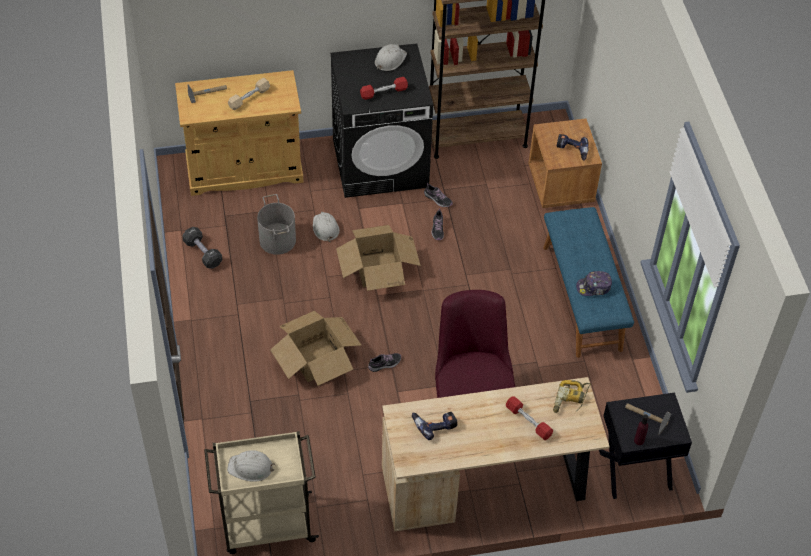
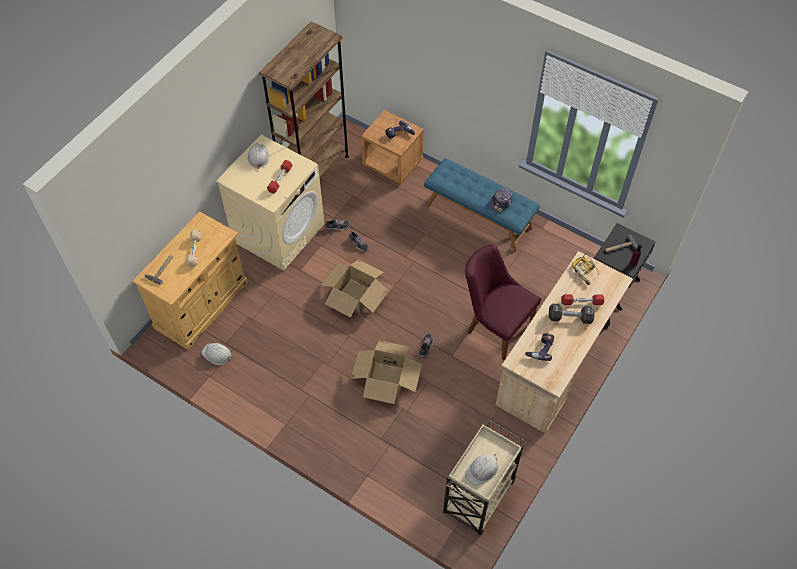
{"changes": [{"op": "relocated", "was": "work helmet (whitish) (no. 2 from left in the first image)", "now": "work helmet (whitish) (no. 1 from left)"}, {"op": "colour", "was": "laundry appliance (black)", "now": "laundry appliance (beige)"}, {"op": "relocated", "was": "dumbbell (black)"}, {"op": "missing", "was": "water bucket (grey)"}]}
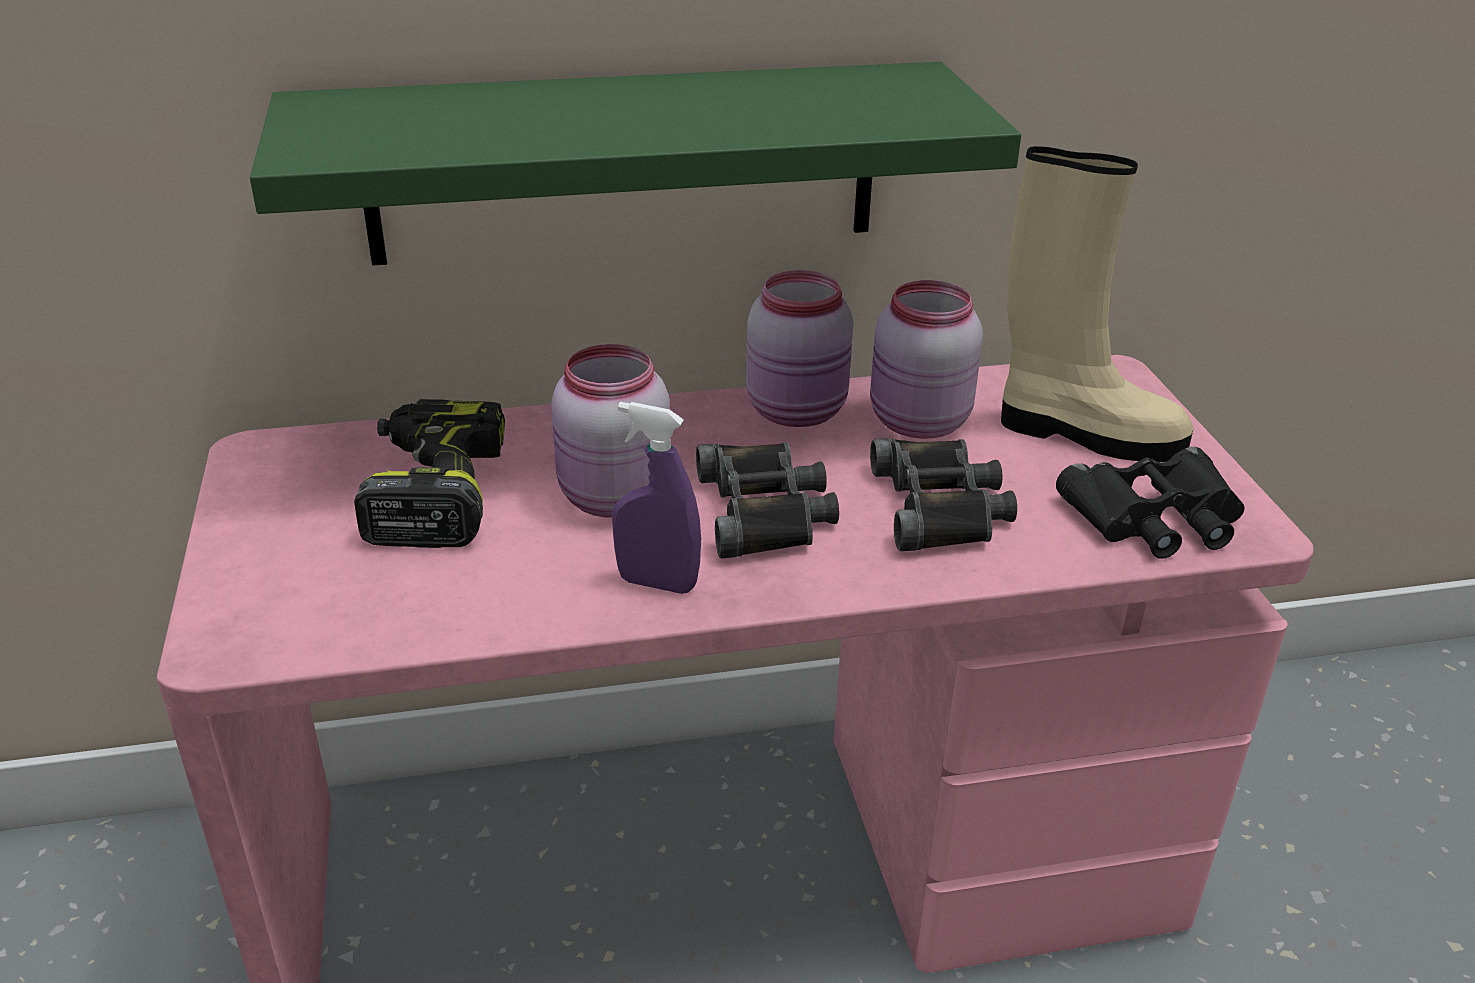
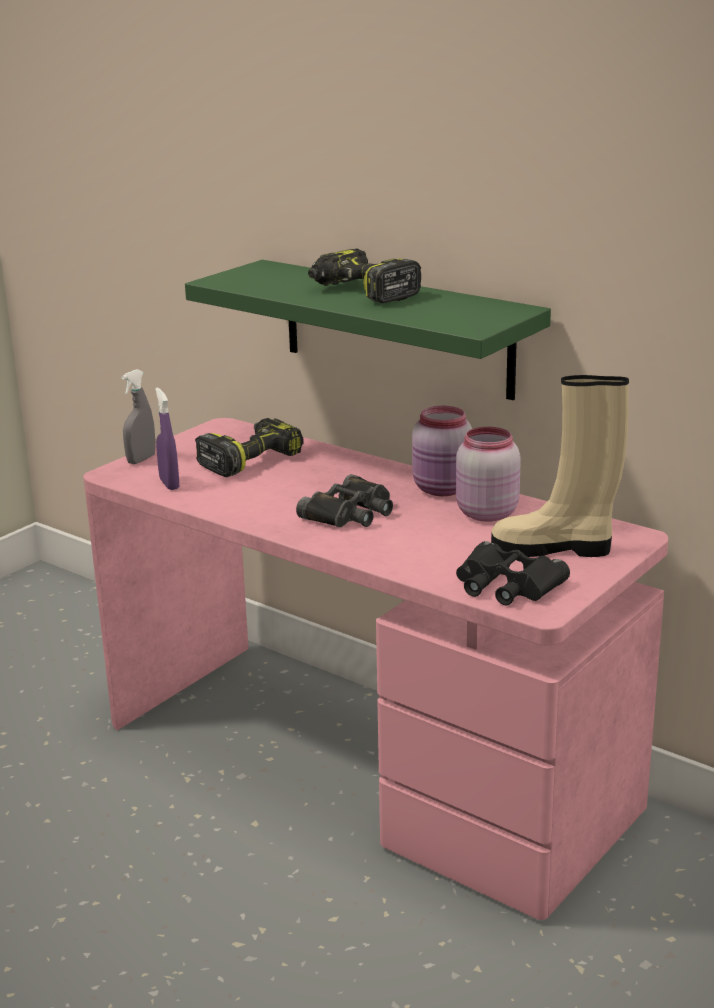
{"changes": [{"op": "appeared", "now": "hand sprayer (grey)"}, {"op": "relocated", "was": "hand sprayer (purple-coloured)"}, {"op": "appeared", "now": "power drill (no. 2 from left)"}, {"op": "spun", "was": "tall boot (beige)", "clockwise": 120}, {"op": "missing", "was": "storage jar (pink) (no. 1 from left)"}, {"op": "missing", "was": "field glasses (black) (no. 2 from left)"}]}
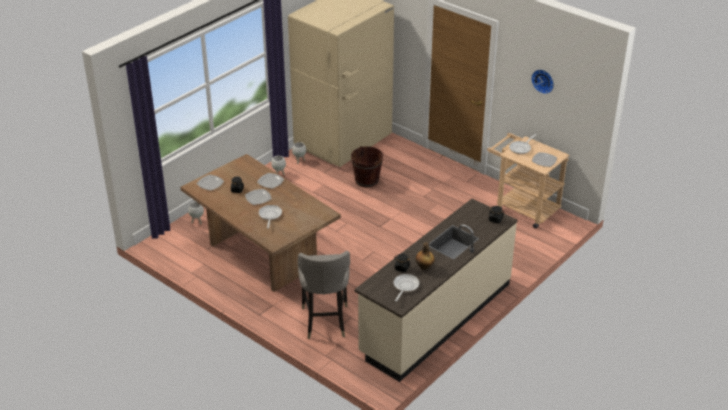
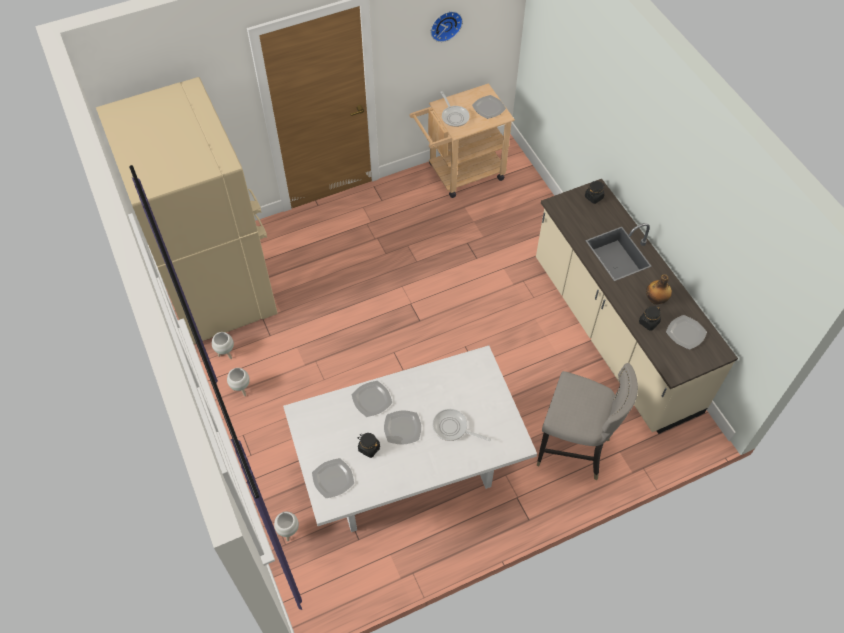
{"changes": [{"op": "colour", "was": "dinner table (brownish)", "now": "dinner table (whitish)"}, {"op": "exchanged", "was": "frying pan (no. 2 from left)", "now": "flat dish (no. 5 from left)"}, {"op": "missing", "was": "water bucket (brownish)"}]}
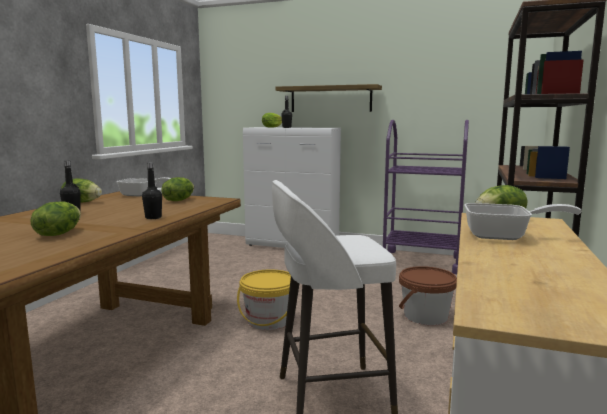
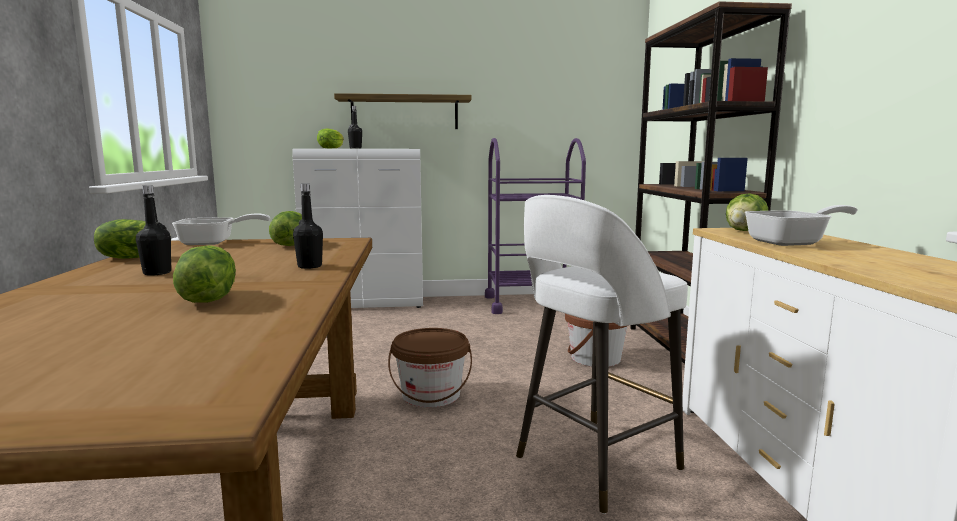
{"changes": [{"op": "colour", "was": "water bucket (yellow)", "now": "water bucket (brownish) (no. 1 from left)"}]}
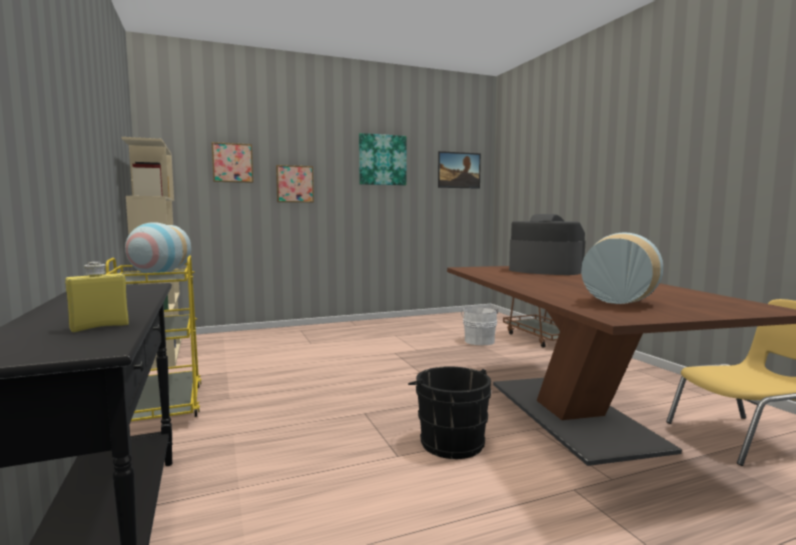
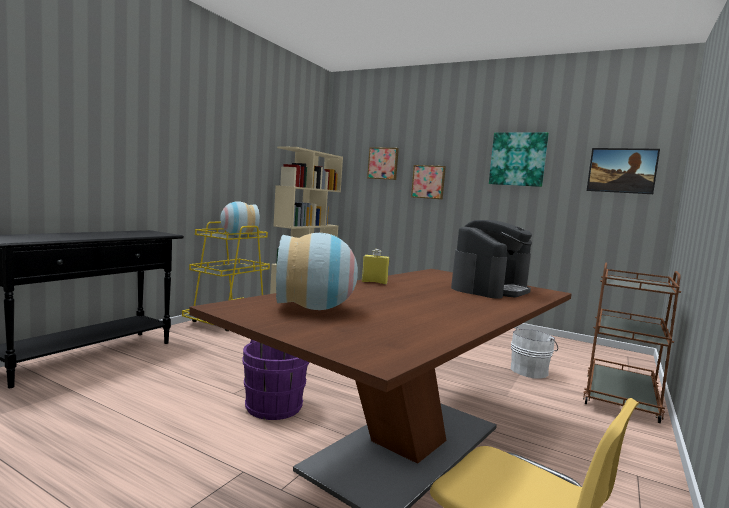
{"changes": [{"op": "colour", "was": "water bucket (black)", "now": "water bucket (purple-coloured)"}, {"op": "relocated", "was": "beverage bottle (yellow)"}, {"op": "spun", "was": "coffee brewer", "clockwise": 45}]}
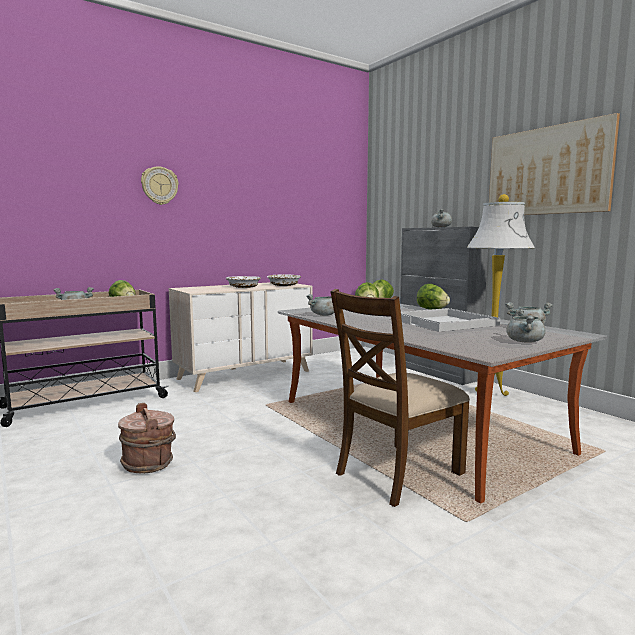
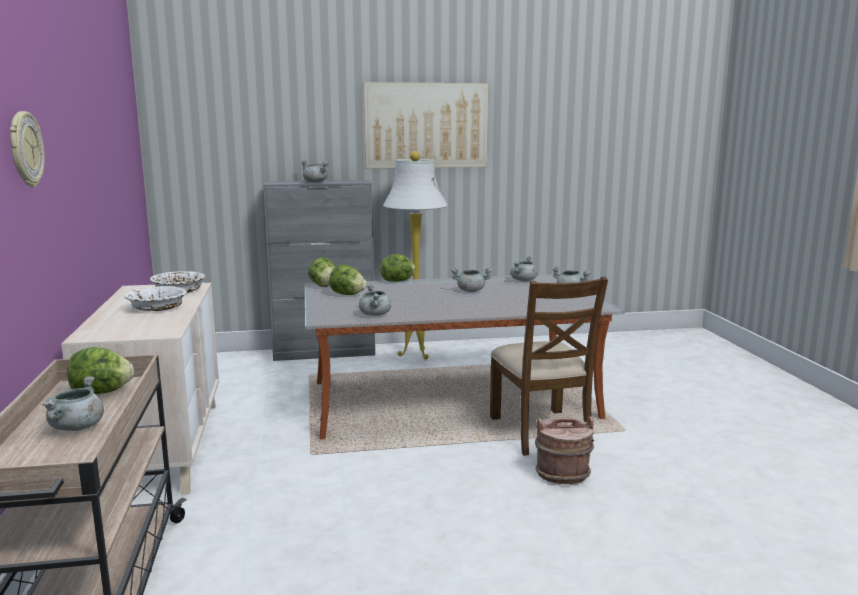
{"changes": [{"op": "exchanged", "was": "carrying tray (whitish)", "now": "stockpot (grey) (no. 4 from left)"}, {"op": "relocated", "was": "water bucket (brownish)"}]}
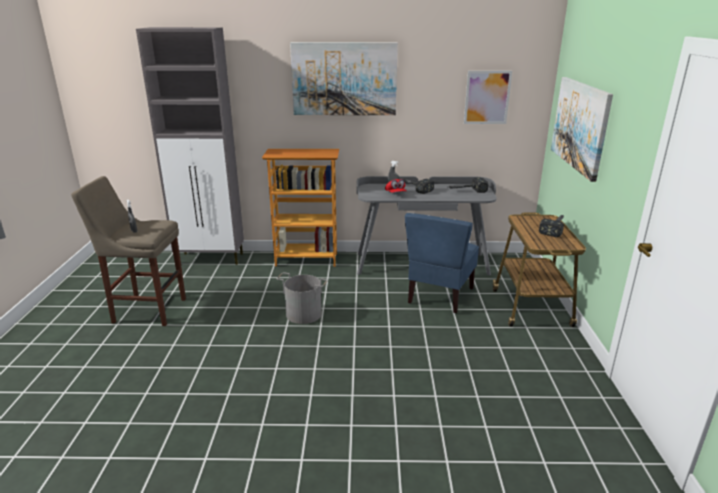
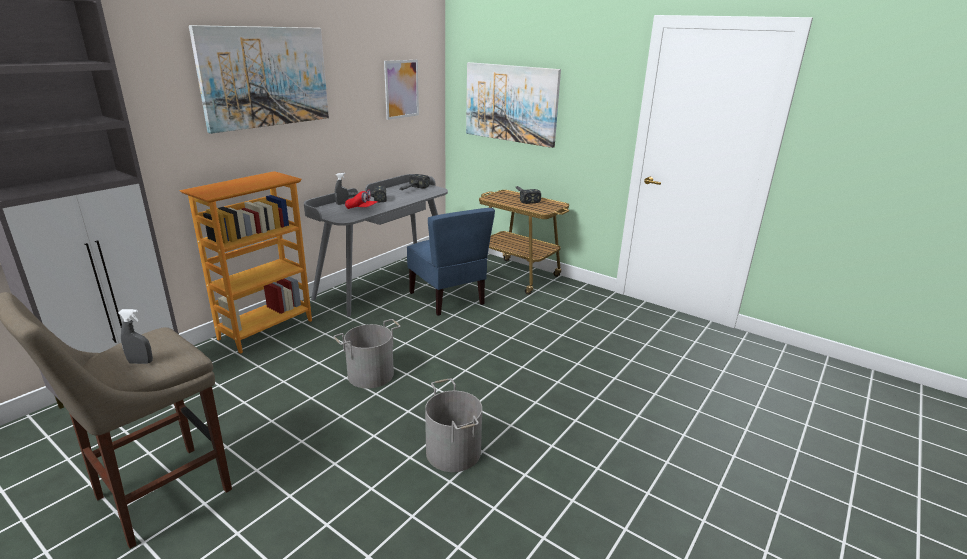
{"changes": [{"op": "appeared", "now": "water bucket (grey) (no. 2 from left)"}]}
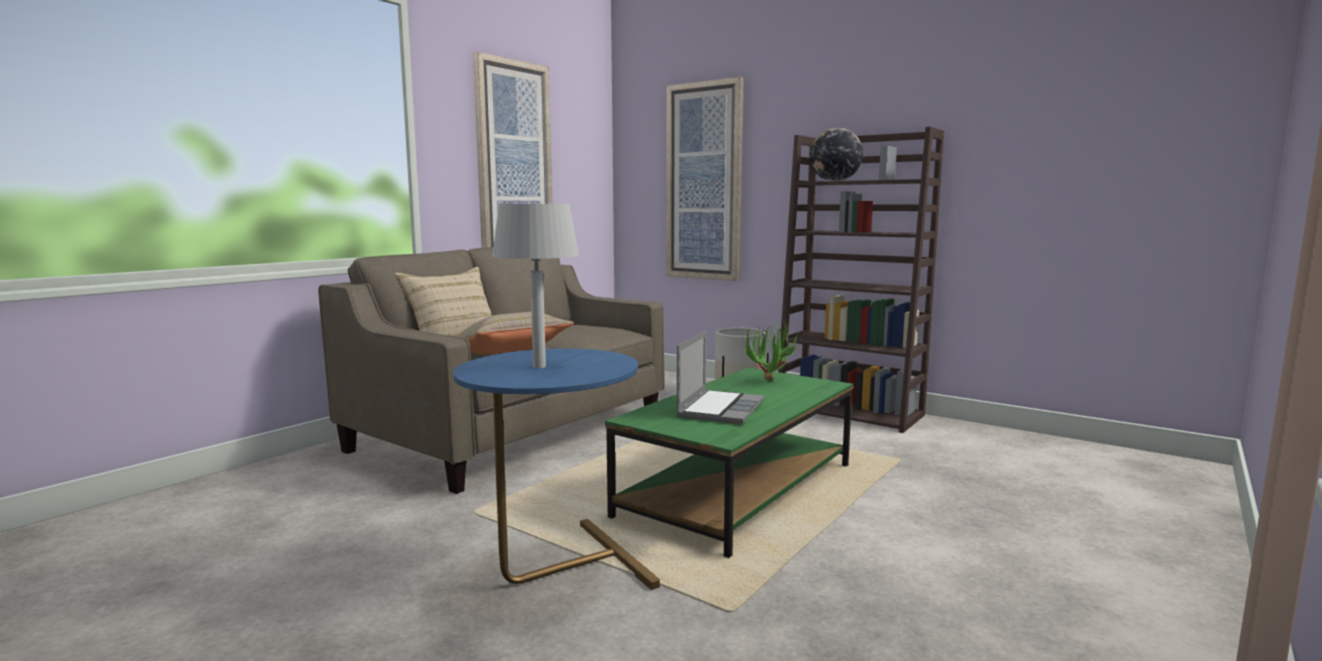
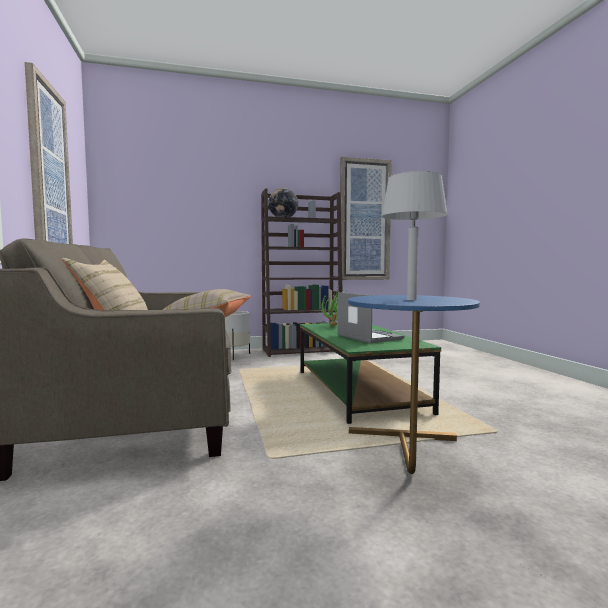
{"changes": [{"op": "relocated", "was": "wall art (no. 2 from left)"}]}
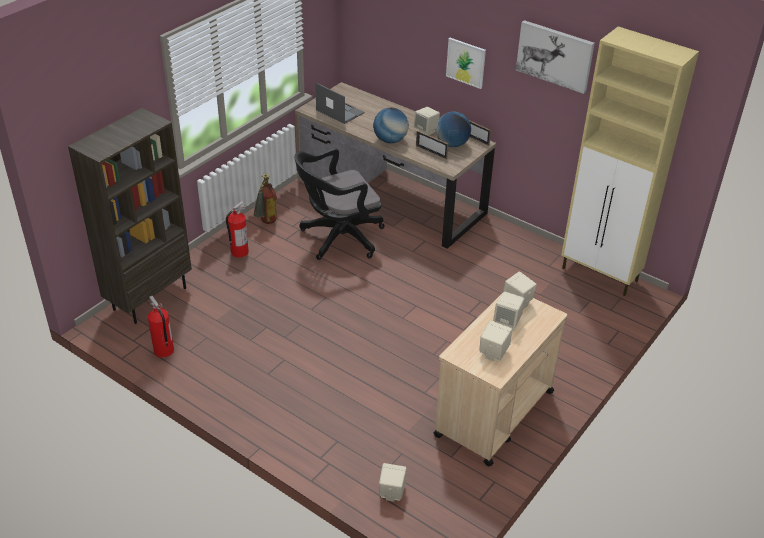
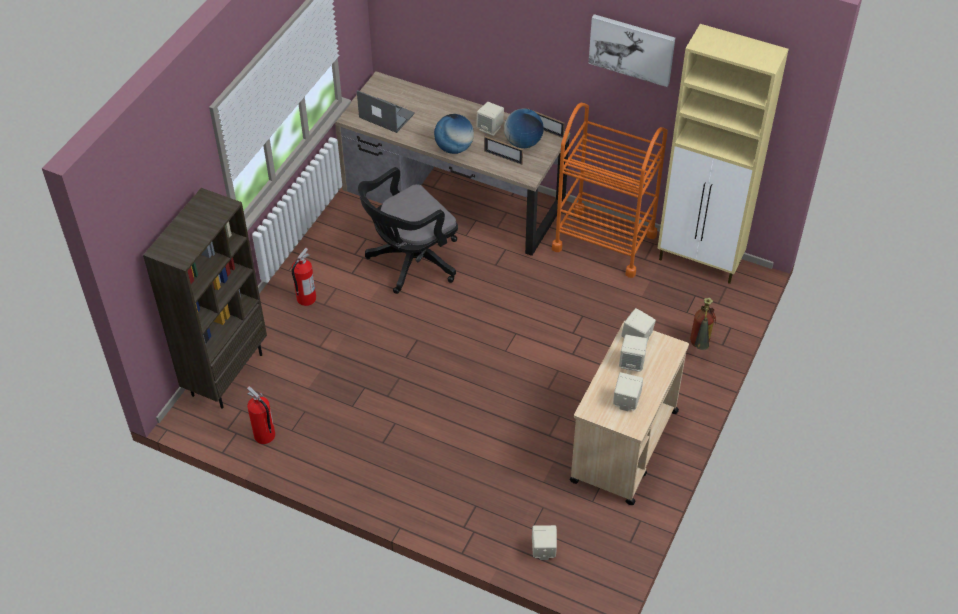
{"changes": [{"op": "appeared", "now": "wheeled cart (orange-coloured)"}, {"op": "relocated", "was": "fire-fighting cylinder (no. 3 from left)"}, {"op": "missing", "was": "wall art (no. 1 from left)"}]}
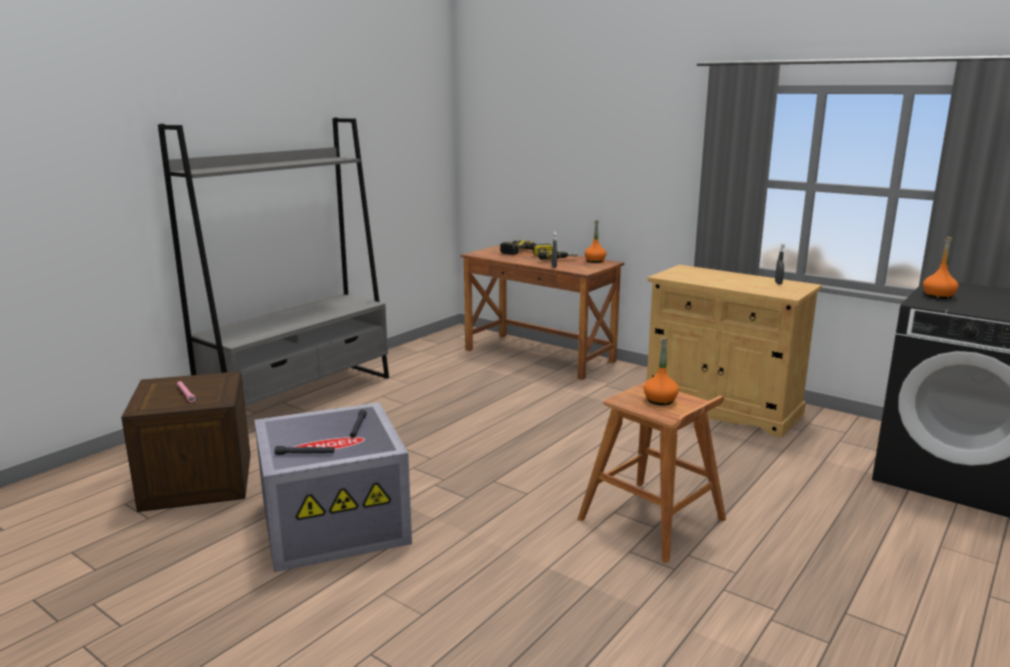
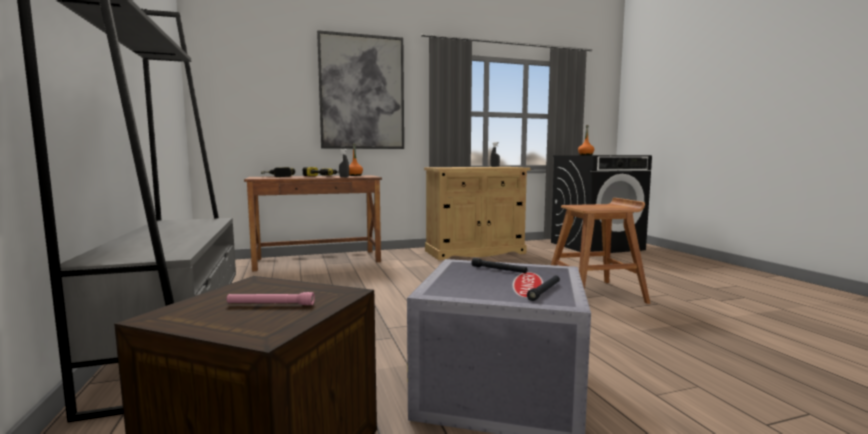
{"changes": [{"op": "appeared", "now": "wall art"}, {"op": "missing", "was": "beverage bottle (orange-coloured) (no. 2 from left)"}]}
